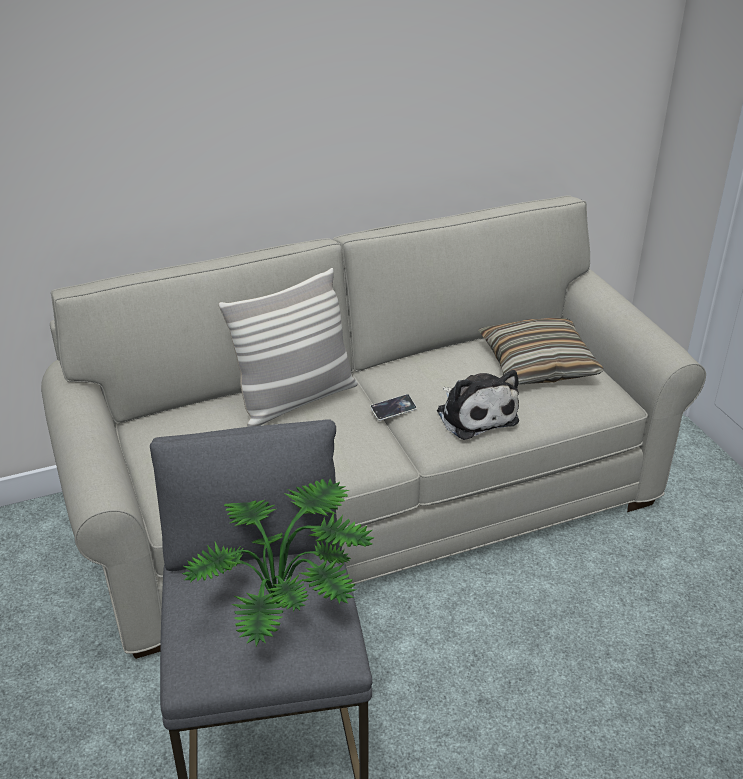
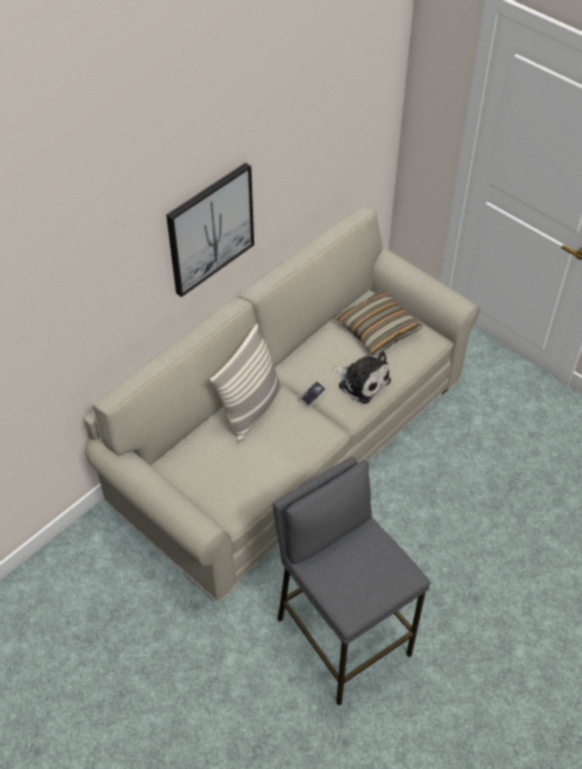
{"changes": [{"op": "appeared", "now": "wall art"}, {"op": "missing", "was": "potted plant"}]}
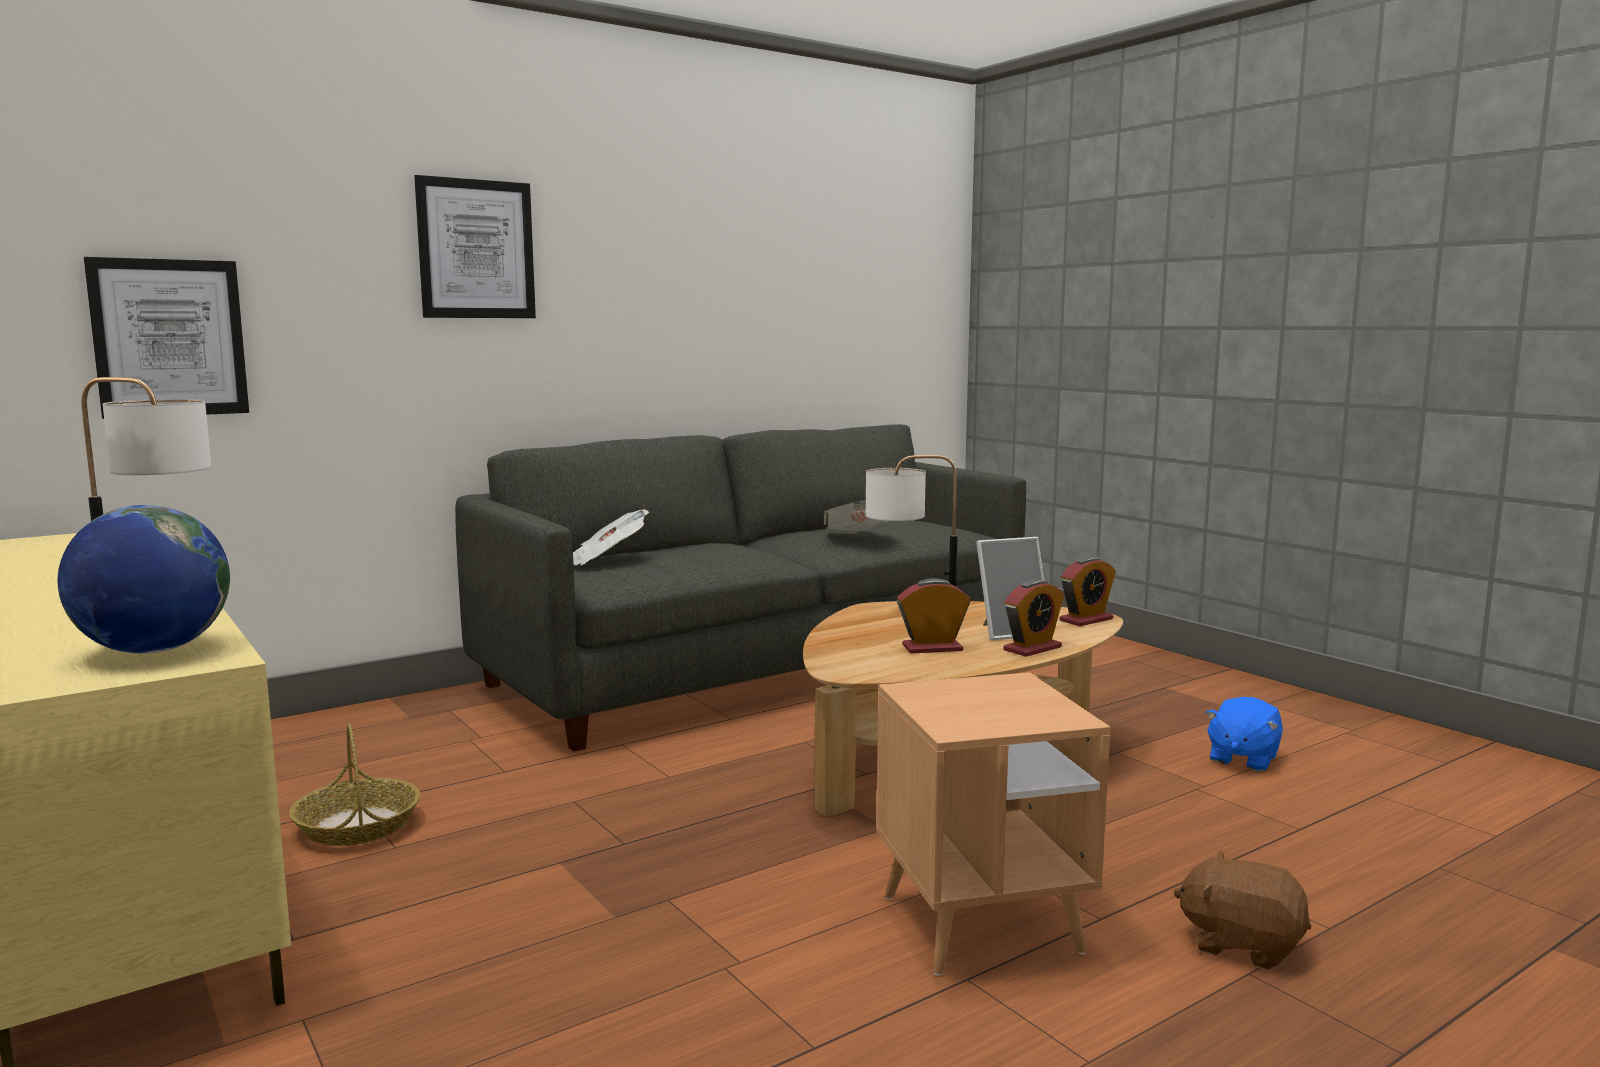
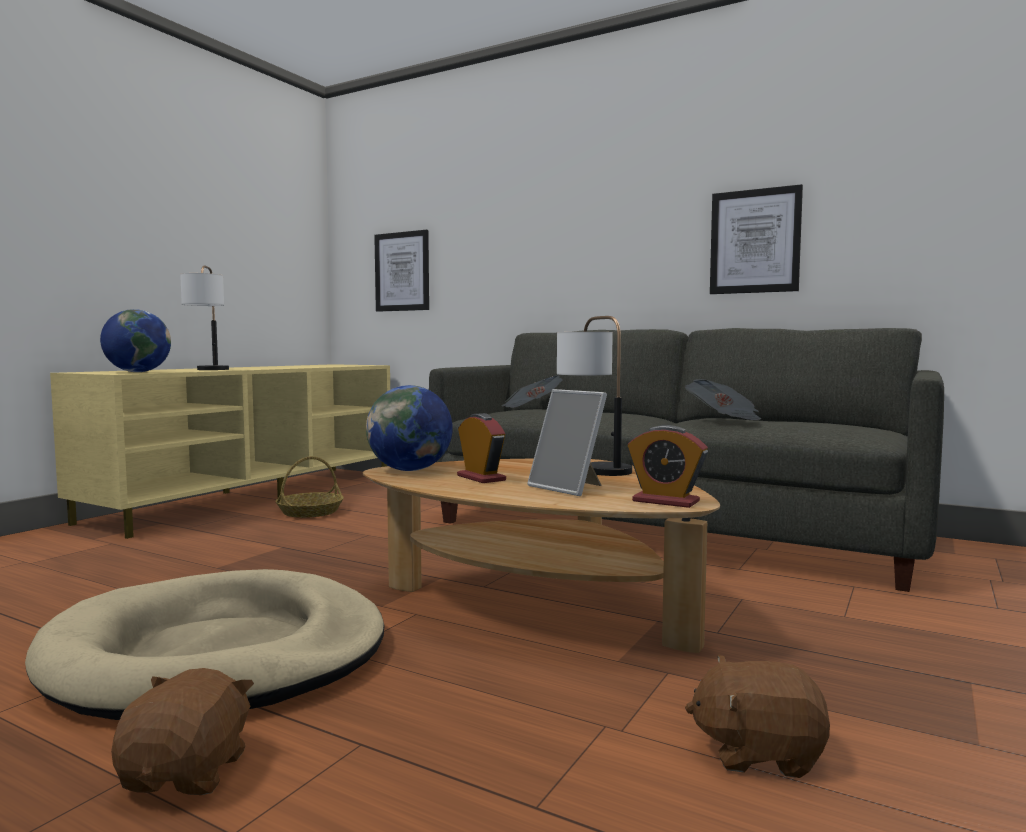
{"changes": [{"op": "exchanged", "was": "accent table (brownish)", "now": "dog cushion (beige)"}, {"op": "appeared", "now": "desk globe (no. 2 from left)"}, {"op": "colour", "was": "plush toy (bluish)", "now": "plush toy (brownish) (no. 2 from left)"}, {"op": "relocated", "was": "wall art (no. 2 from left)"}, {"op": "missing", "was": "table clock (no. 2 from left)"}]}
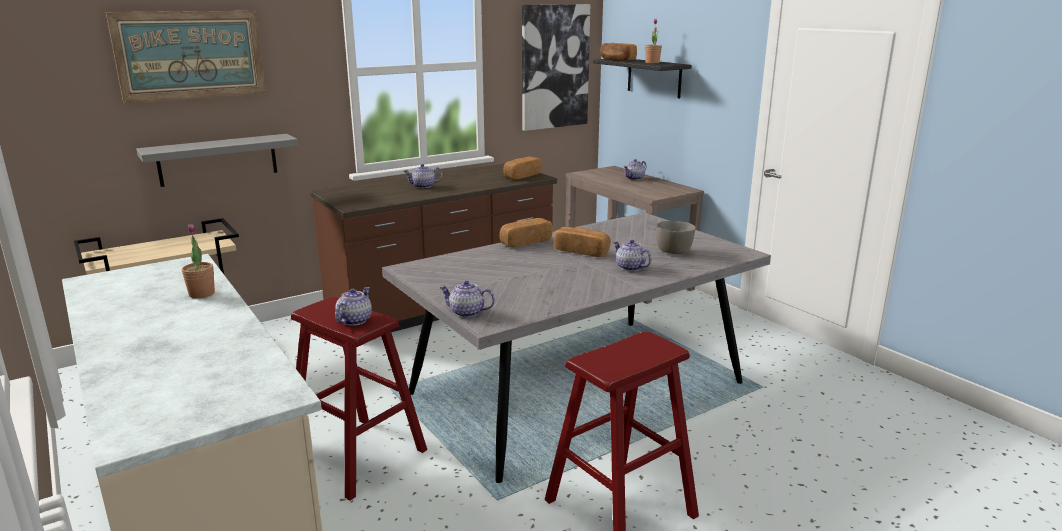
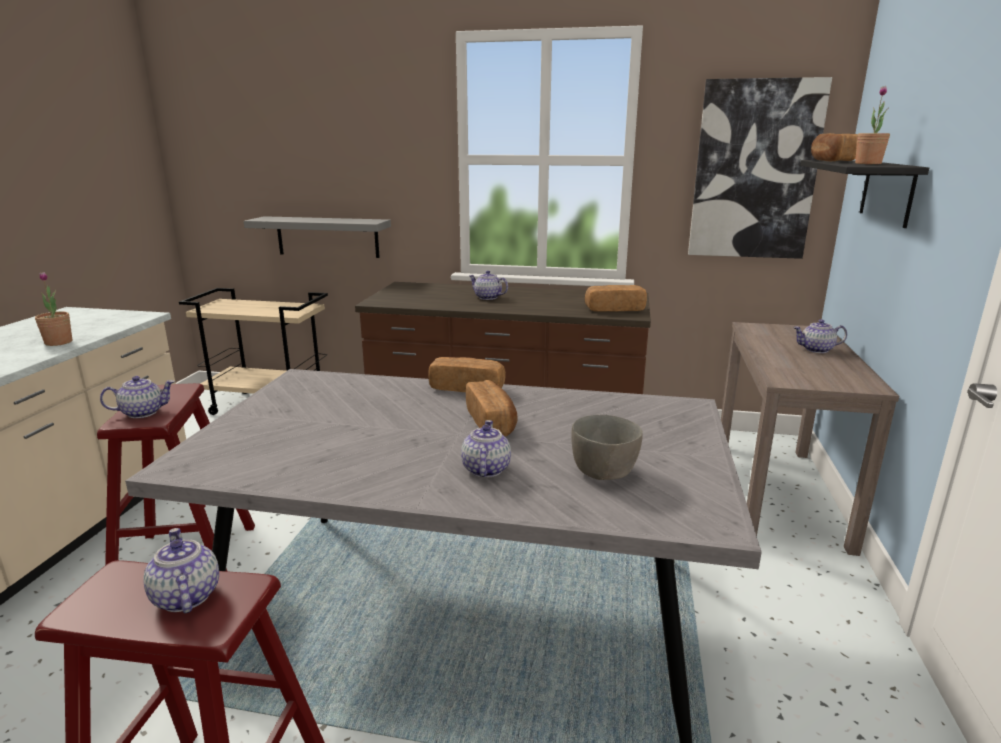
{"changes": [{"op": "relocated", "was": "pot for tea (no. 3 from left in the first image)", "now": "pot for tea (no. 2 from left)"}, {"op": "missing", "was": "wall art (no. 1 from left)"}]}
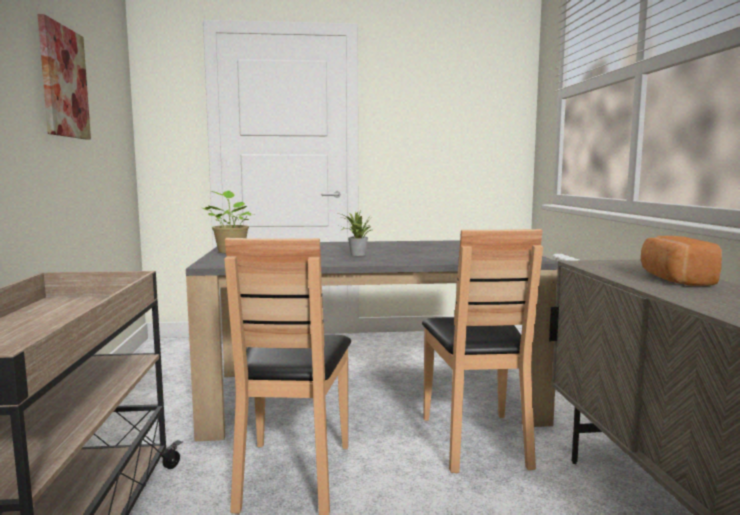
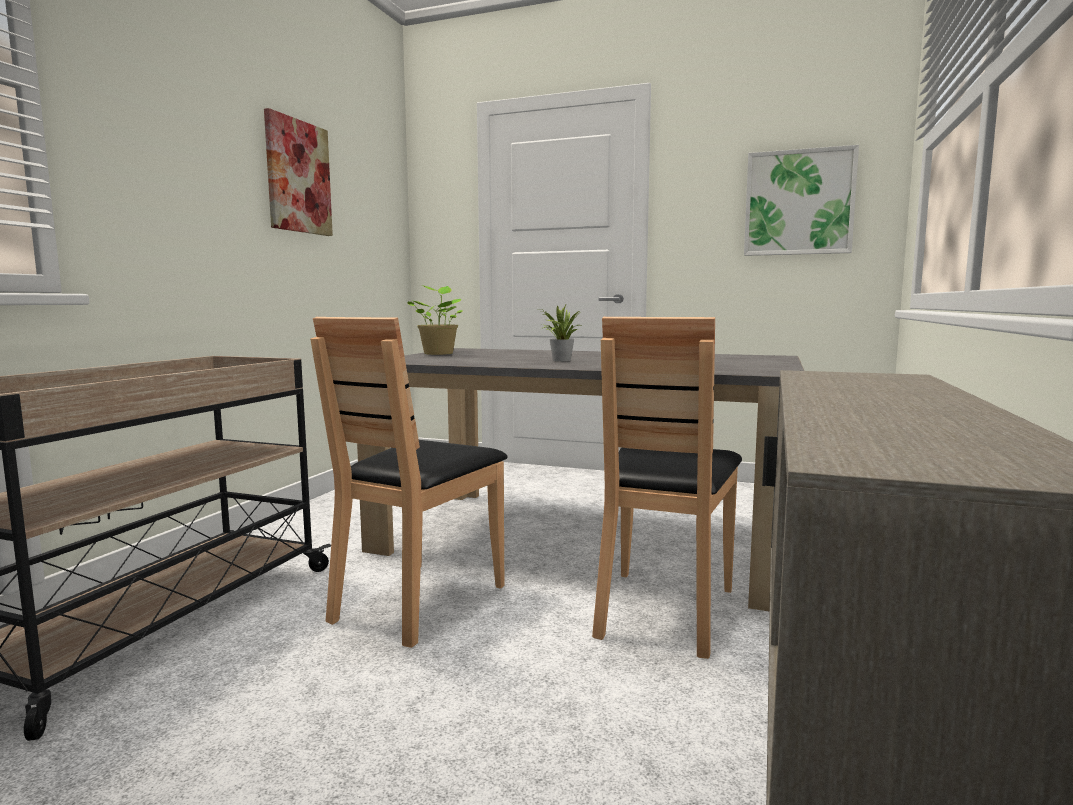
{"changes": [{"op": "appeared", "now": "wall art (no. 2 from left)"}, {"op": "missing", "was": "bread"}]}
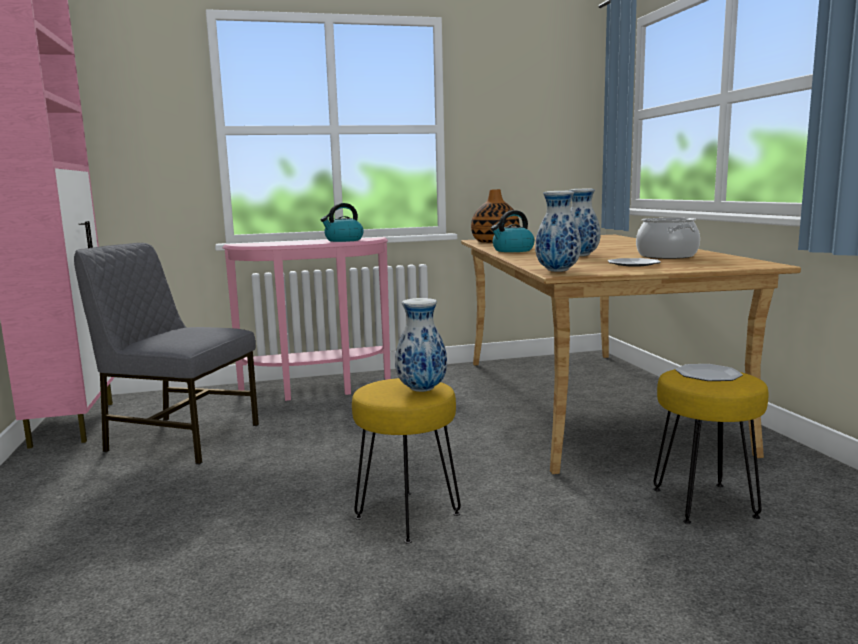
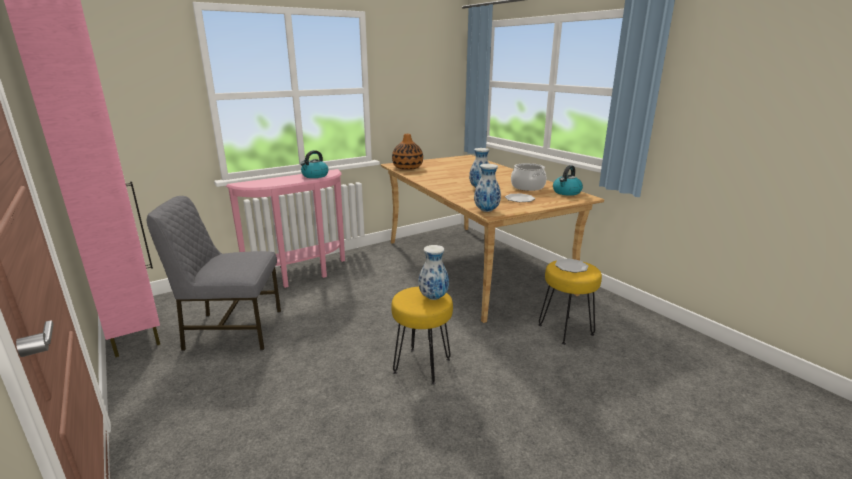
{"changes": [{"op": "relocated", "was": "water kettle (no. 2 from left)"}]}
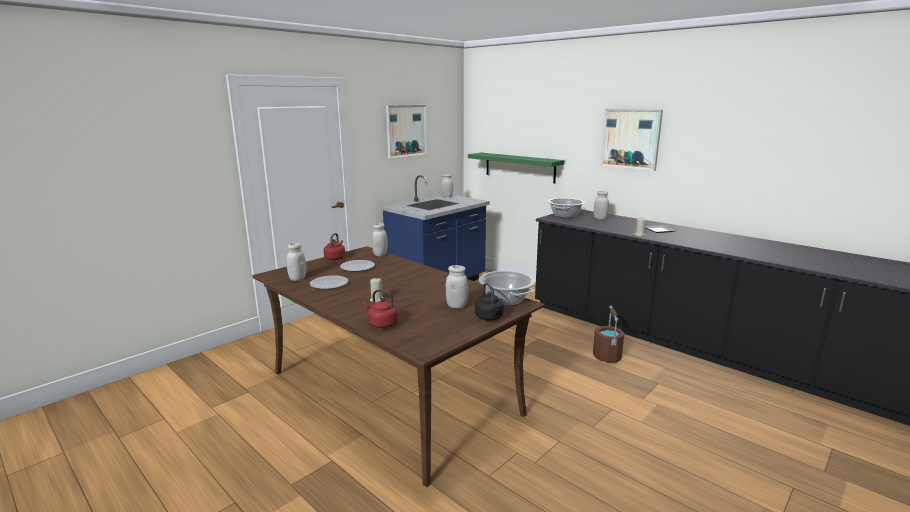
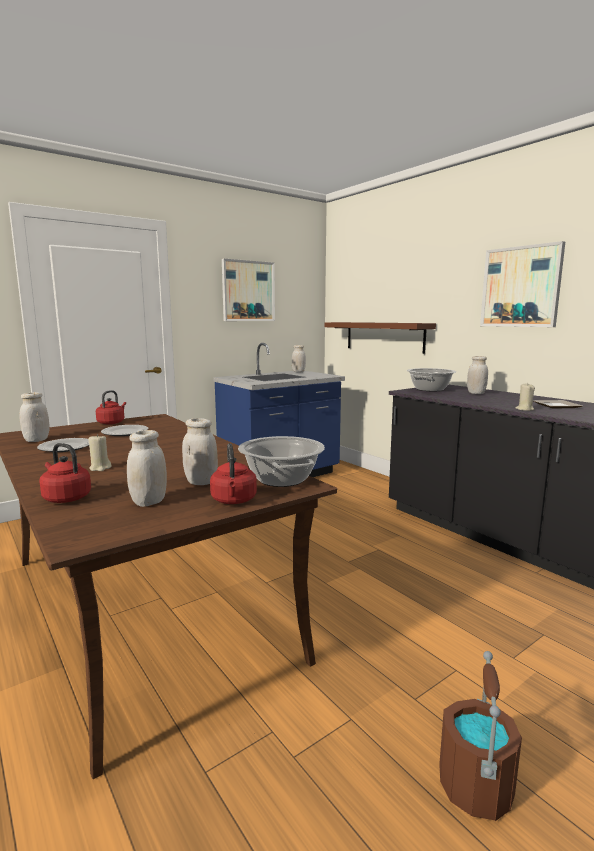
{"changes": [{"op": "relocated", "was": "storage jar (whitish) (no. 2 from left)"}, {"op": "colour", "was": "water kettle (black)", "now": "water kettle (red-coloured) (no. 3 from left)"}, {"op": "colour", "was": "shelf (greenish)", "now": "shelf (brownish)"}, {"op": "relocated", "was": "water bucket (brownish)"}]}
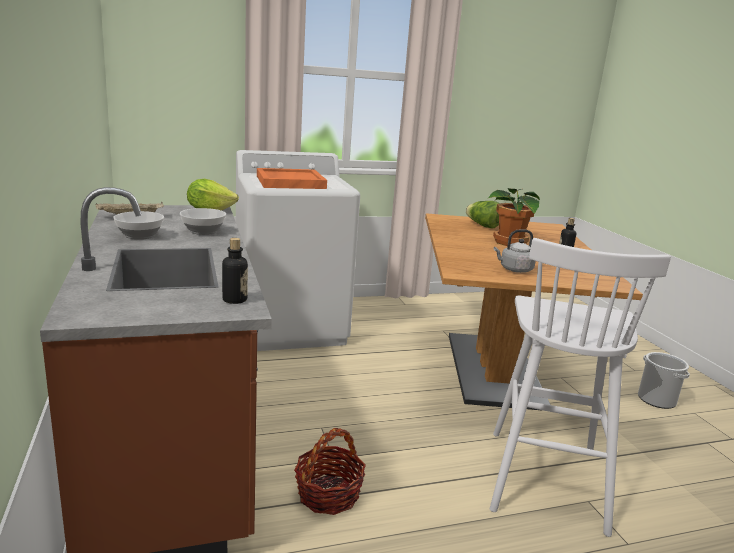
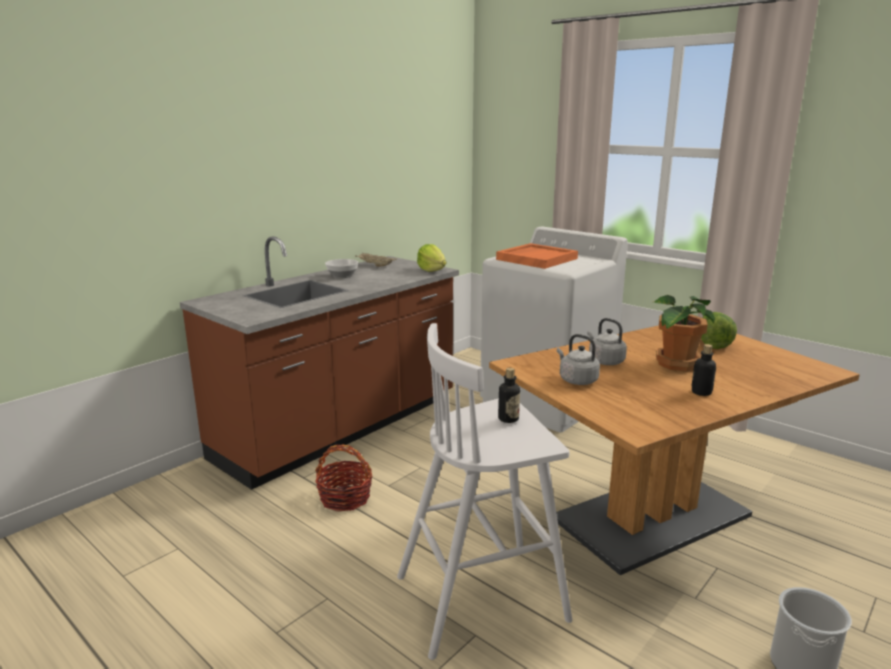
{"changes": [{"op": "relocated", "was": "beverage bottle (no. 1 from left)"}, {"op": "appeared", "now": "water kettle (grey) (no. 2 from left)"}, {"op": "missing", "was": "deep dish (no. 2 from left)"}]}
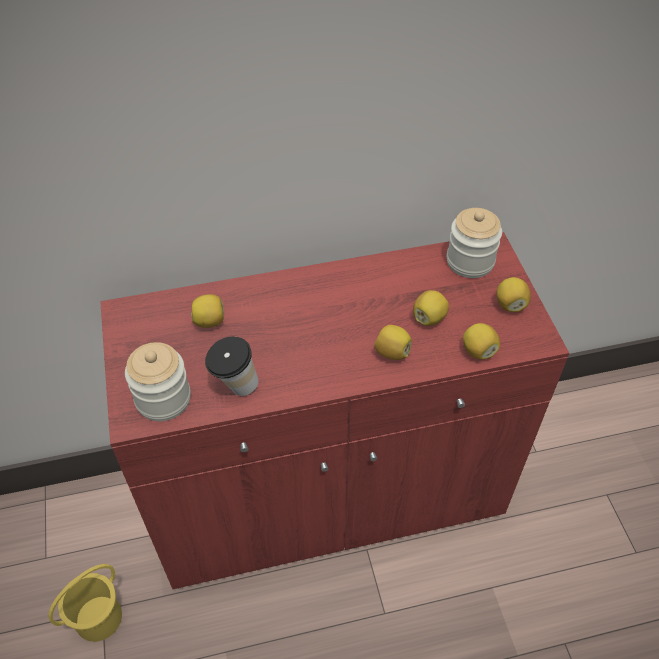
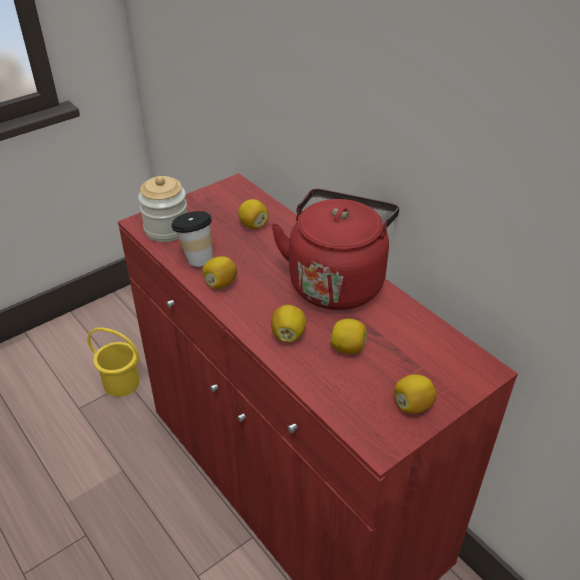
{"changes": [{"op": "relocated", "was": "citrus fruit (no. 4 from left in the first image)", "now": "citrus fruit (no. 1 from left)"}, {"op": "appeared", "now": "water kettle (red-coloured)"}, {"op": "missing", "was": "storage jar (no. 2 from left)"}]}
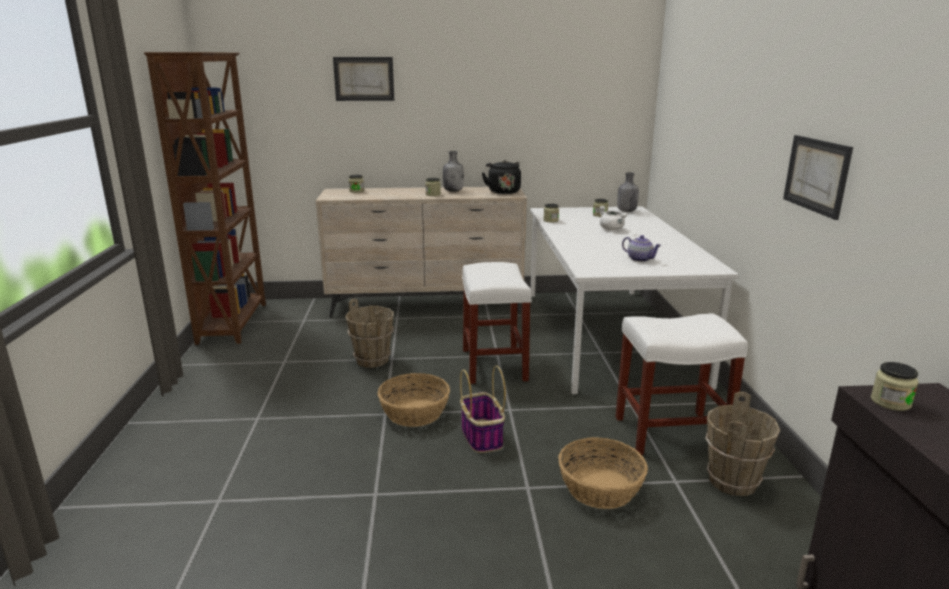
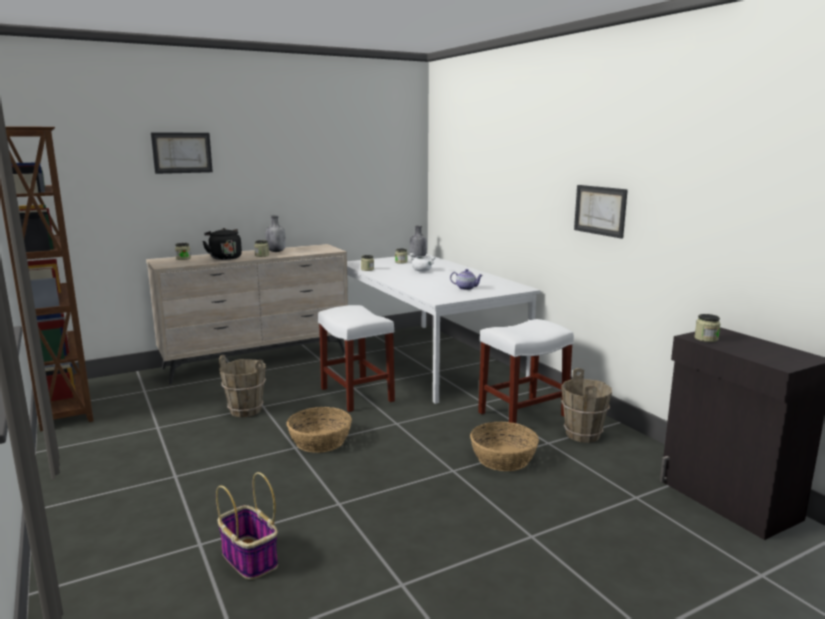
{"changes": [{"op": "relocated", "was": "water kettle (black)"}, {"op": "relocated", "was": "storage basket (no. 2 from left in the first image)", "now": "storage basket (no. 1 from left)"}]}
